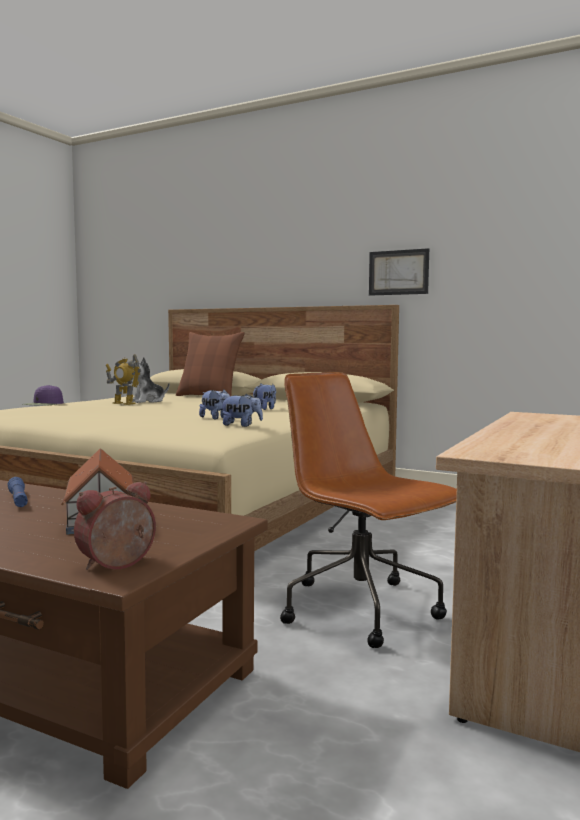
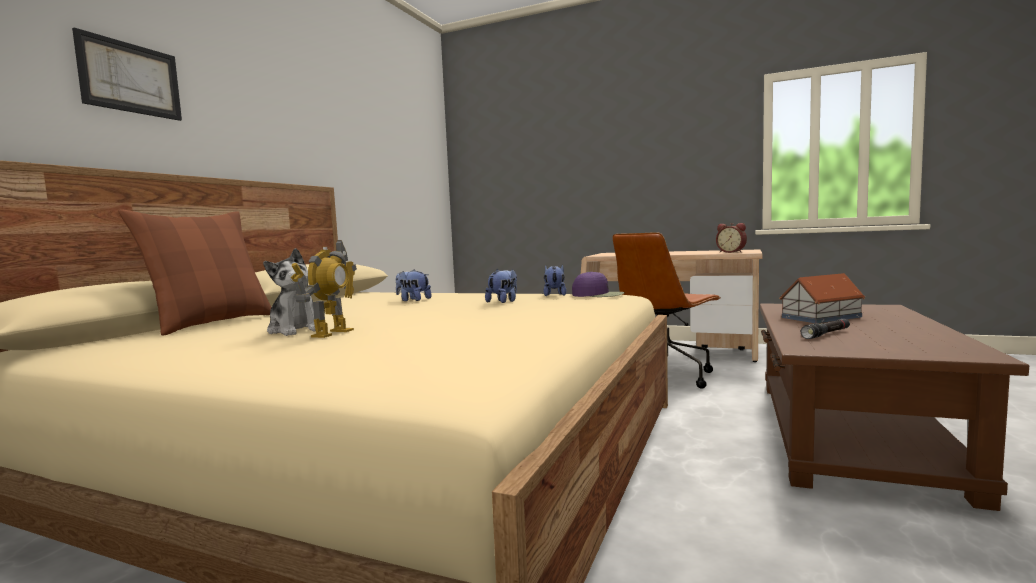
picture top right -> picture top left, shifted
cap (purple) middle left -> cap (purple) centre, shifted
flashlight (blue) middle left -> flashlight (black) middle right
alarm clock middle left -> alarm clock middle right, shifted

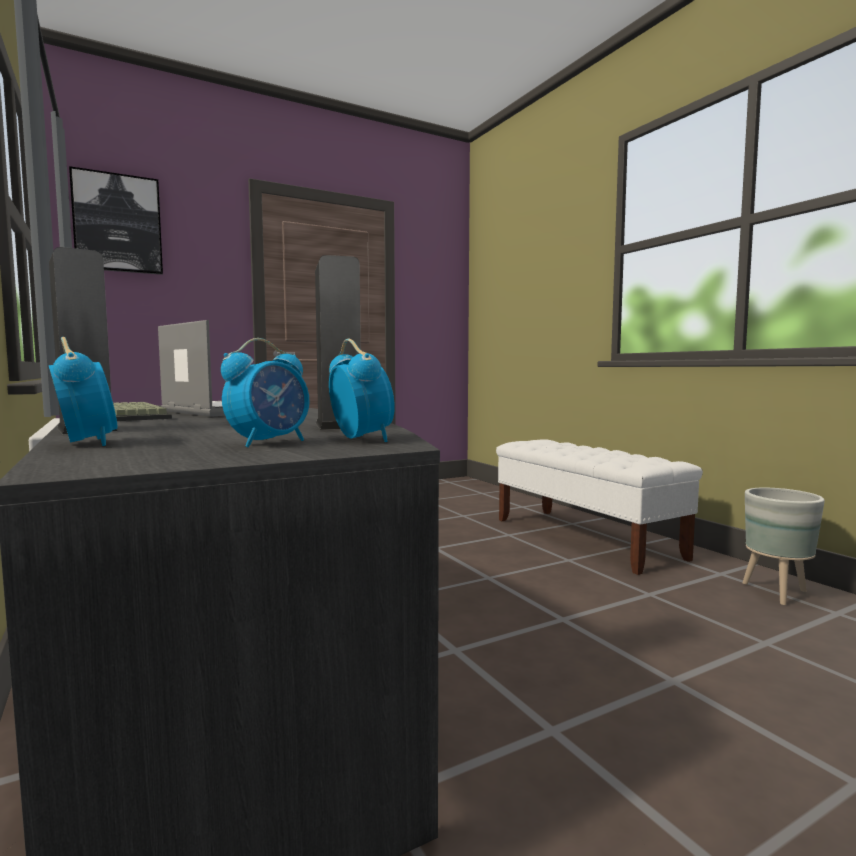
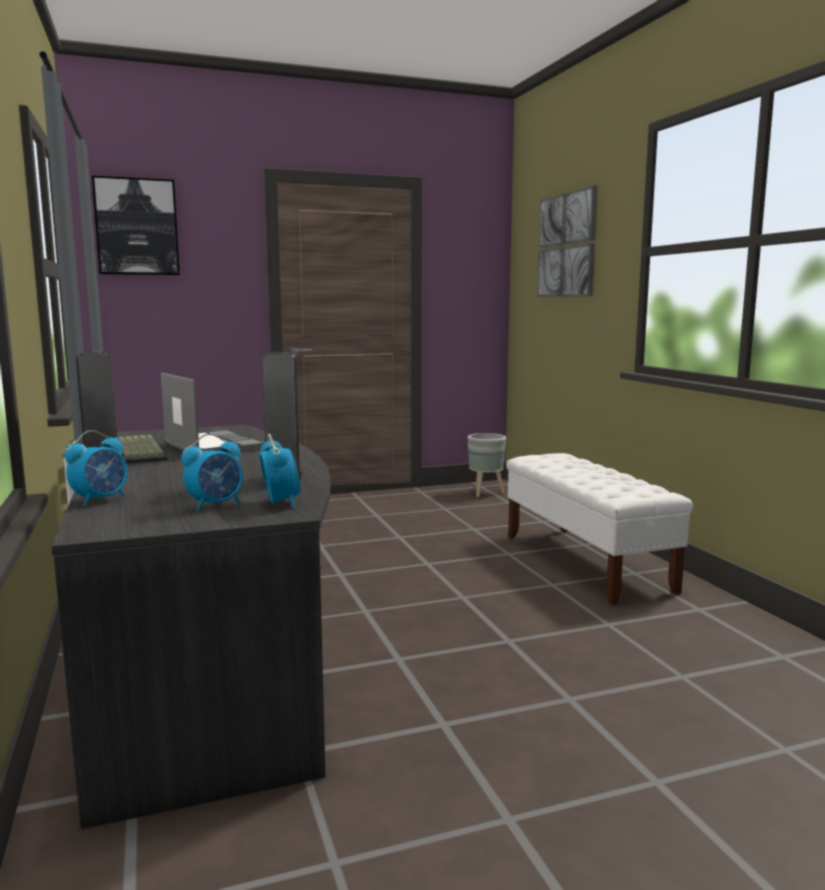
alarm clock (no. 1 from left) middle left, 60 degrees clockwise
planter (grey) middle right -> planter (grey) centre, shifted
none -> picture (no. 2 from left) top right

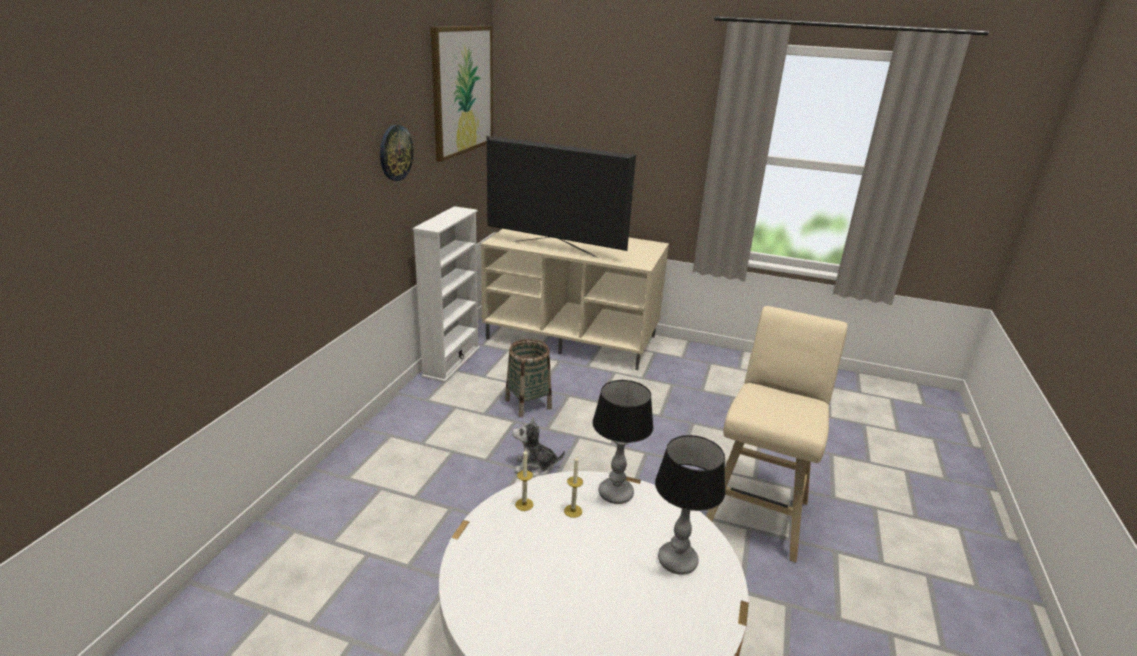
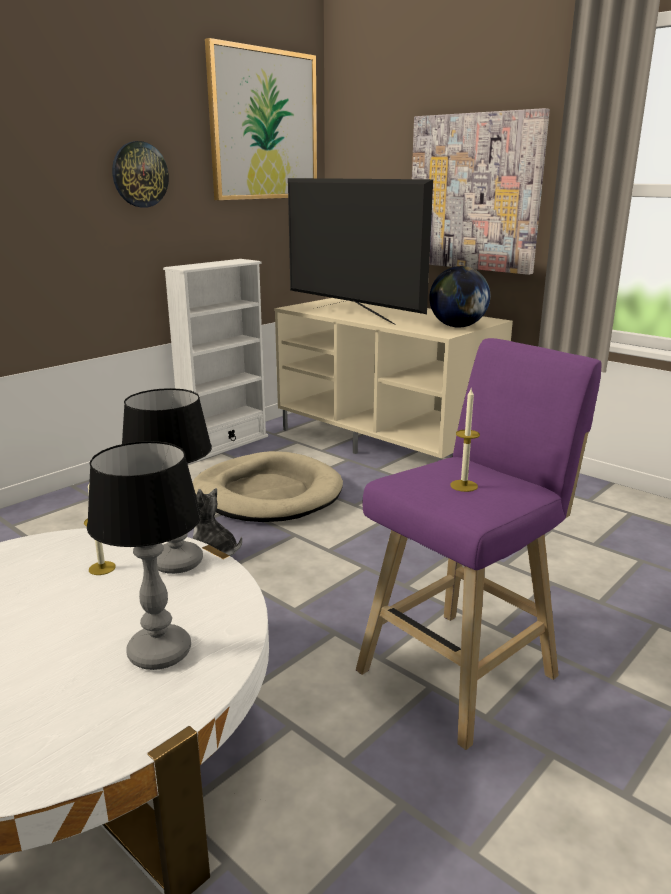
stool (beige) middle right -> stool (purple) middle right
basket centre -> dog bed (beige) centre
candle (no. 1 from left in the first image) bottom centre -> candle (no. 2 from left) middle right, shifted
none -> picture (no. 2 from left) top right
none -> globe top right

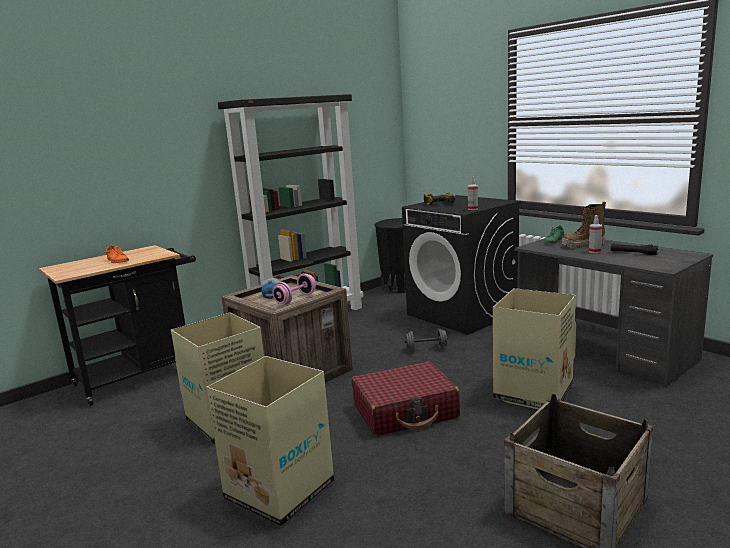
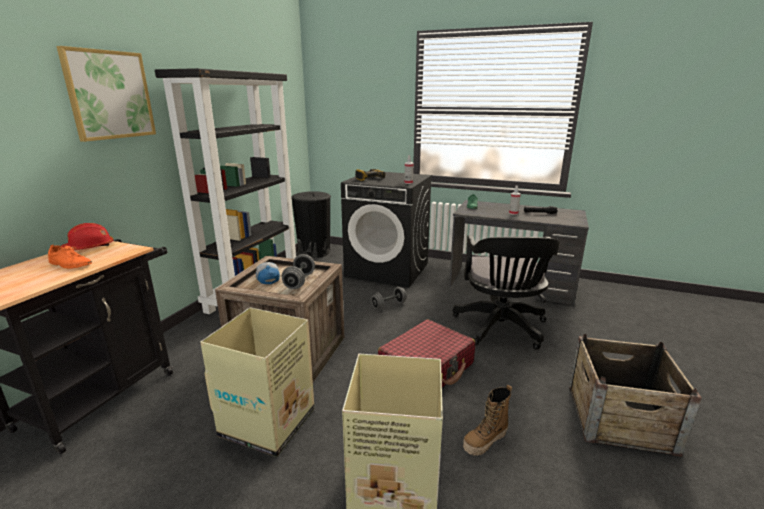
boot middle right -> boot bottom centre, shifted
dumbbell (pink) centre -> dumbbell (grey) (no. 1 from left) centre
cardboard box (no. 3 from left) middle right -> office chair (black) centre
none -> picture top left
none -> hard hat (red) middle left

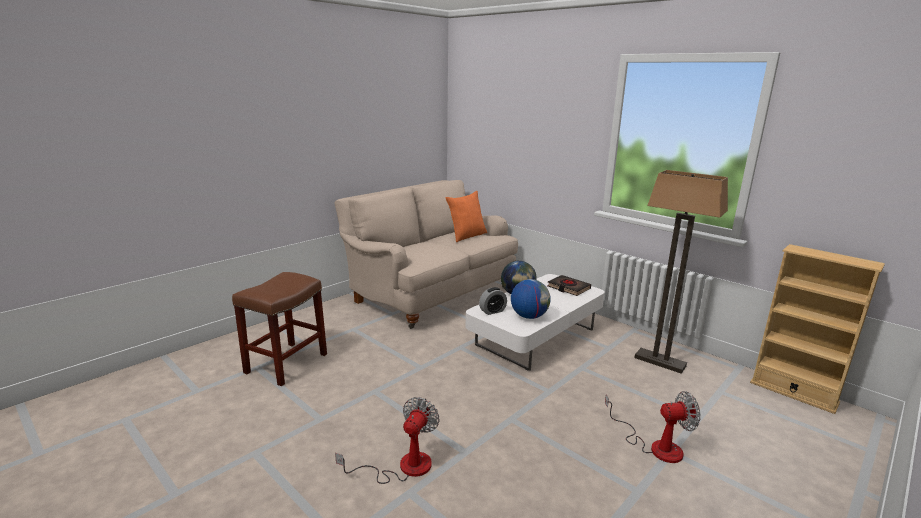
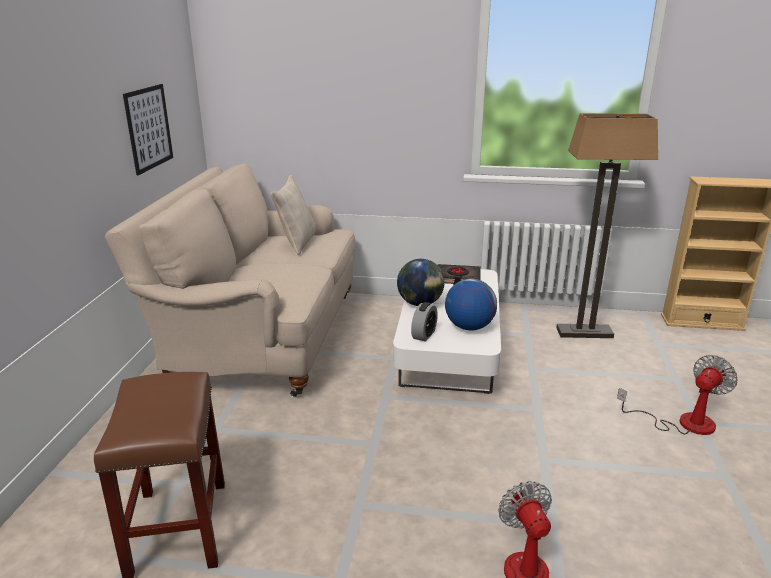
pillow (orange) centre -> pillow (beige) centre
none -> picture top left

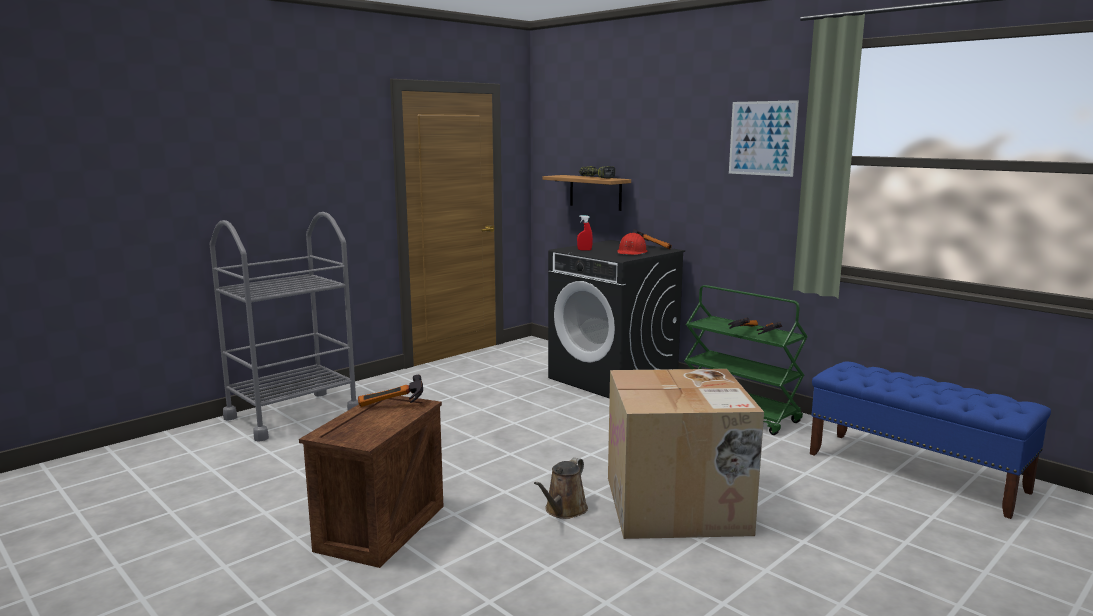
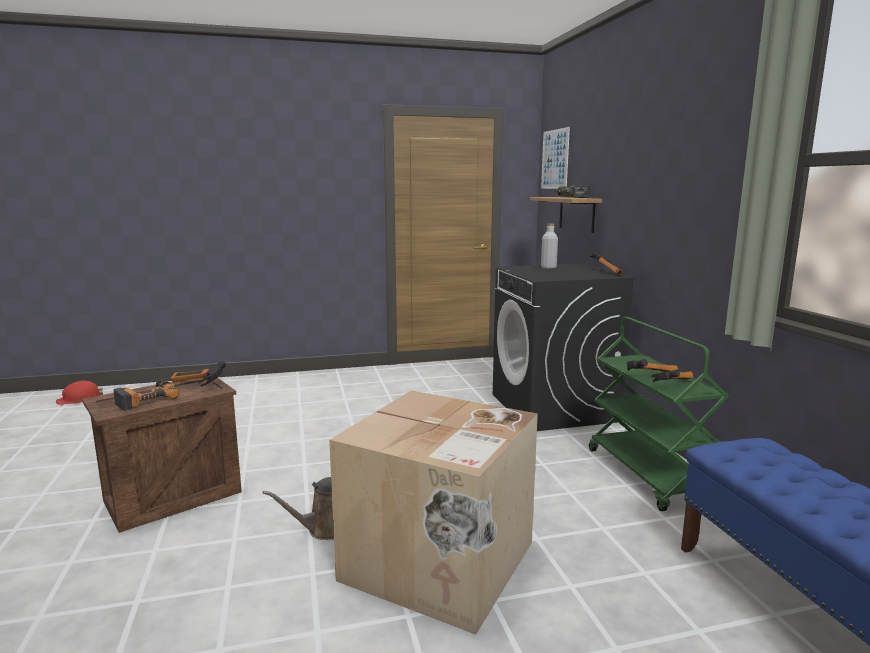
picture top right -> picture top centre, shifted
cart (grey) middle left -> none
spray bottle (red) centre -> none
hard hat (red) centre -> hard hat (red) middle left, shifted
none -> bottle (grey) centre
none -> power drill (no. 1 from left) middle left

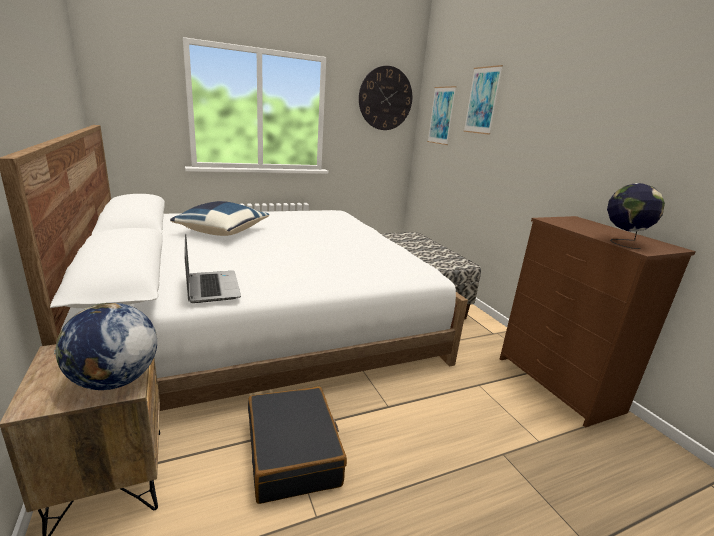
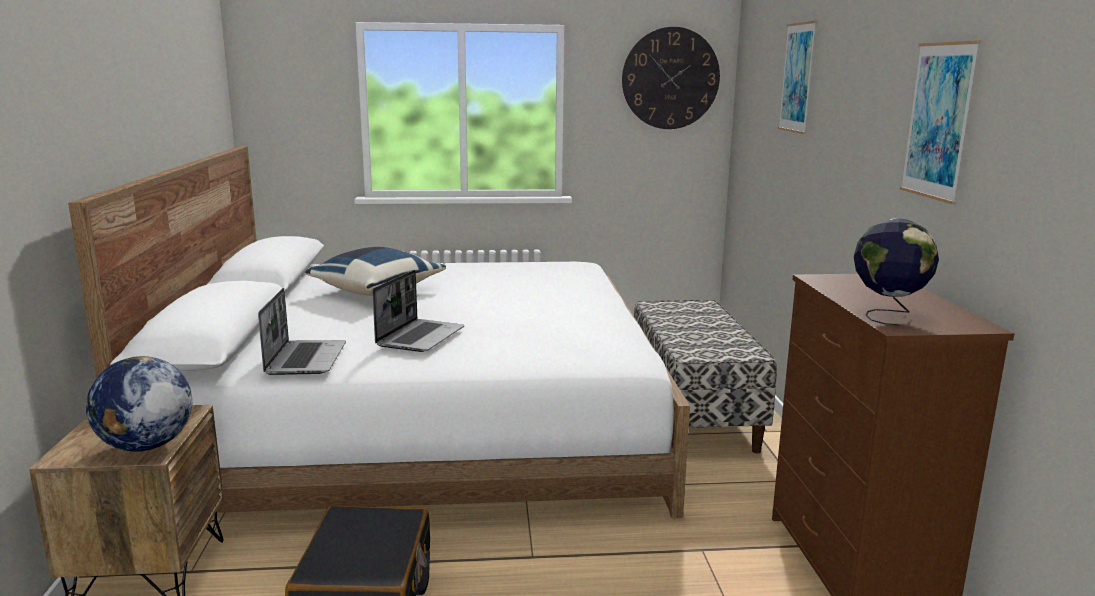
picture (no. 1 from left in the first image) top centre -> picture (no. 2 from left) top right, shifted
none -> laptop (no. 2 from left) centre

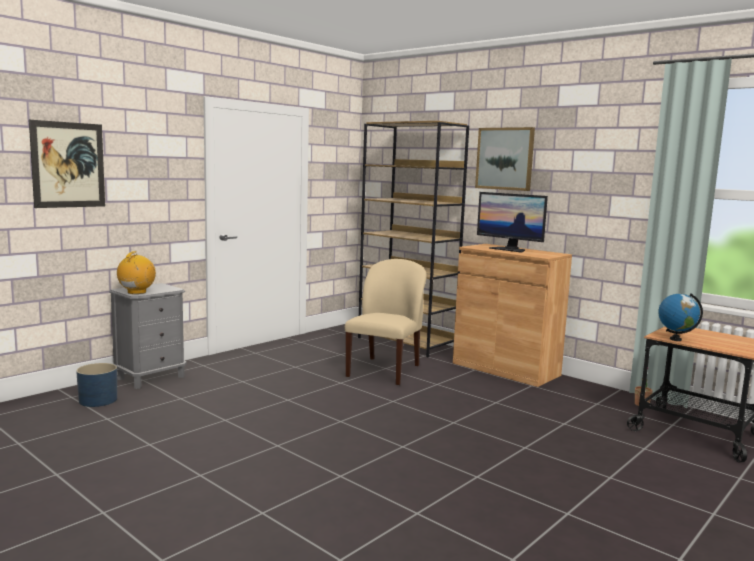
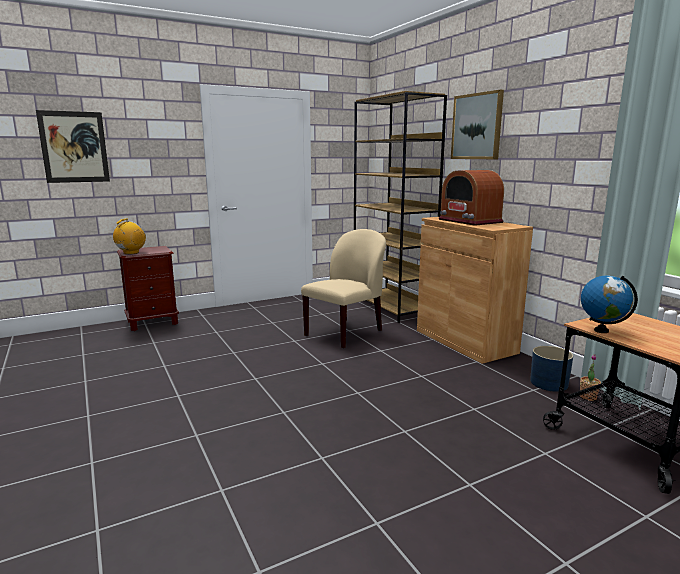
monitor middle right -> radio (no. 2 from left) middle right
nightstand (grey) middle left -> nightstand (brown) middle left
planter (blue) bottom left -> planter (blue) middle right, shifted

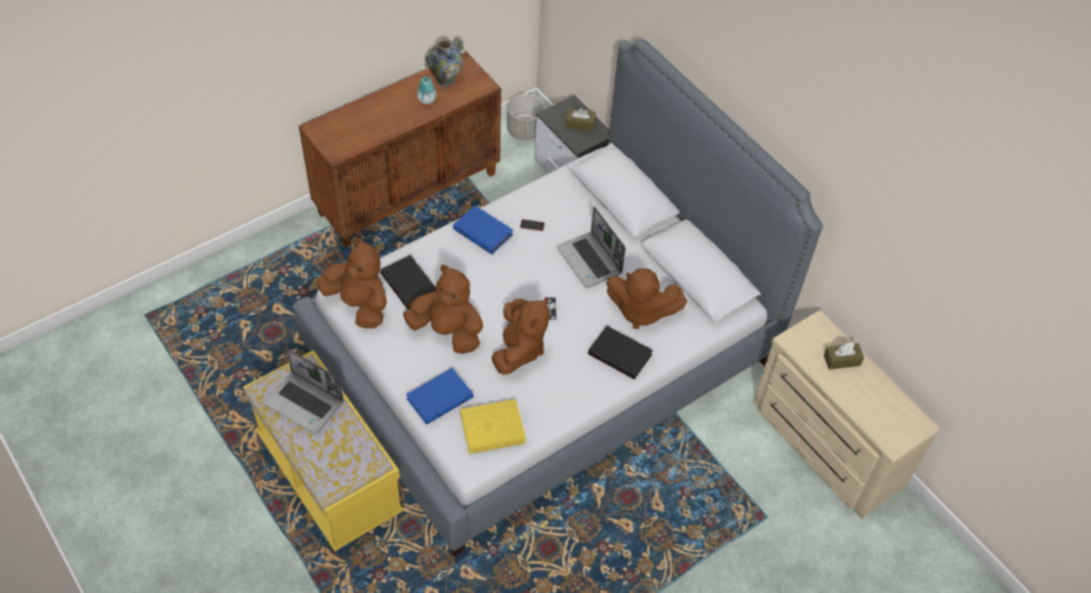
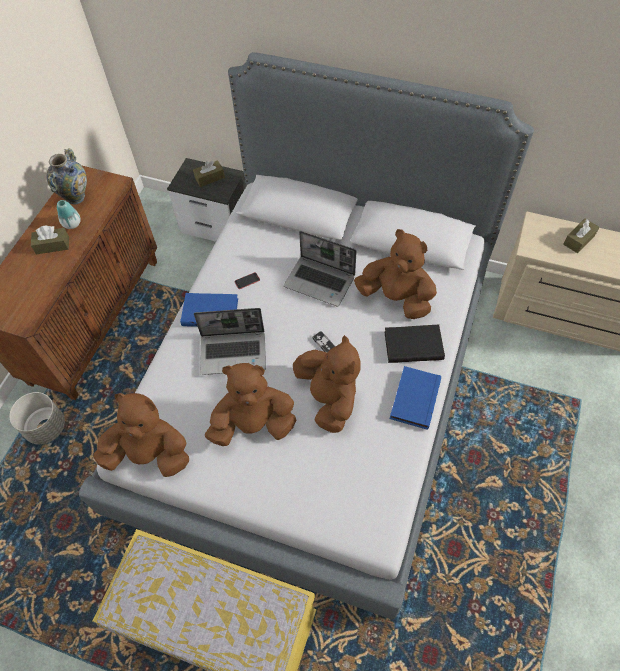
planter (grey) top centre -> planter (grey) middle left, shifted
book (black) (no. 1 from left) centre -> none
plush toy (brown) (no. 4 from left) centre, 135 degrees counterclockwise
laptop (no. 1 from left) middle left -> laptop (no. 1 from left) centre, shifted
book (blue) (no. 1 from left in the first image) bottom centre -> book (blue) (no. 2 from left) middle right, shifted
book (yellow) bottom centre -> none
none -> tissue box (brown) (no. 1 from left) middle left

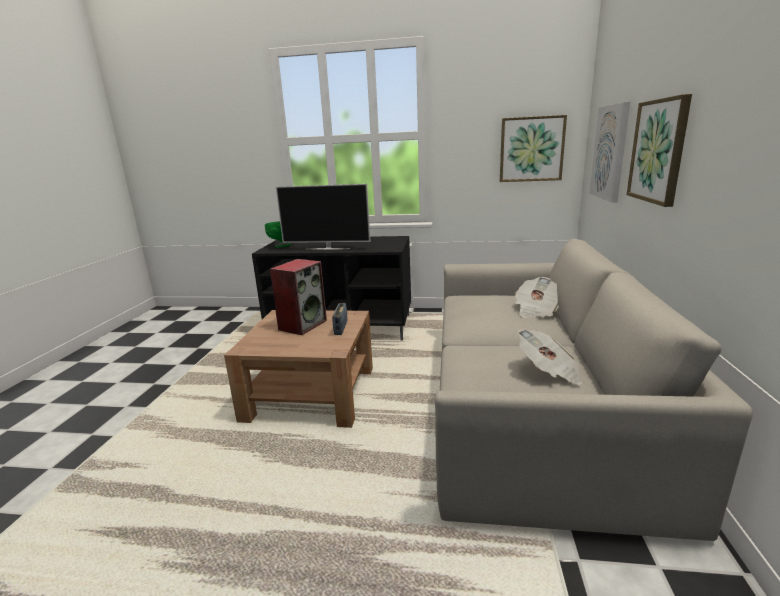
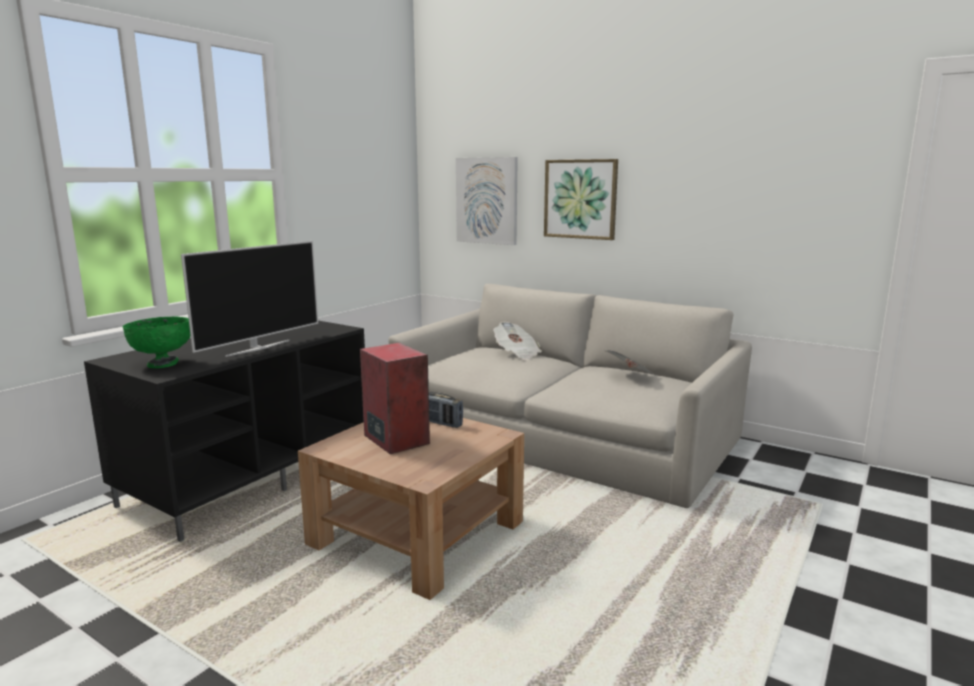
picture (no. 1 from left) top right -> none

